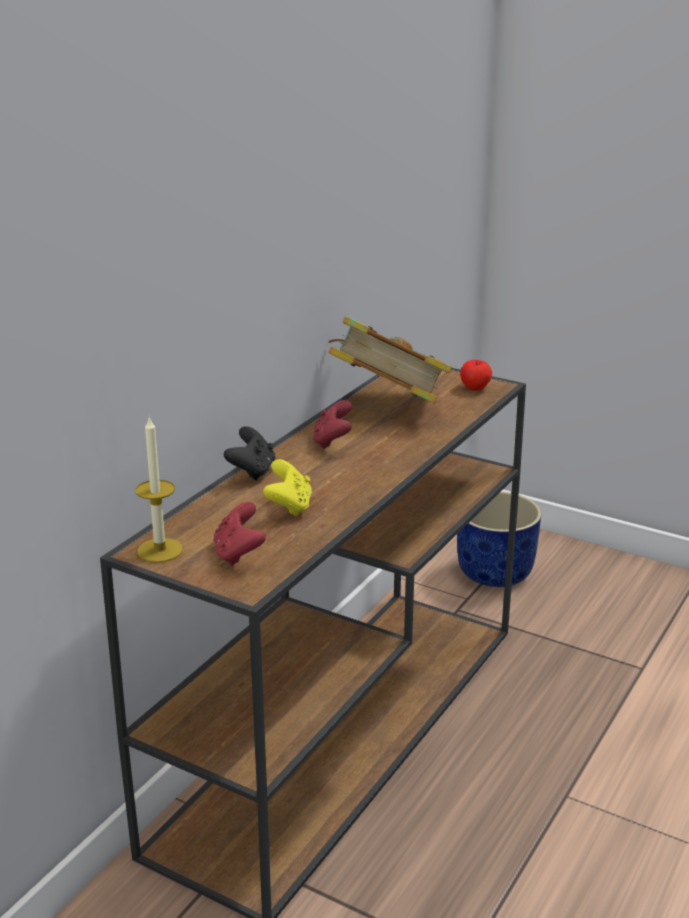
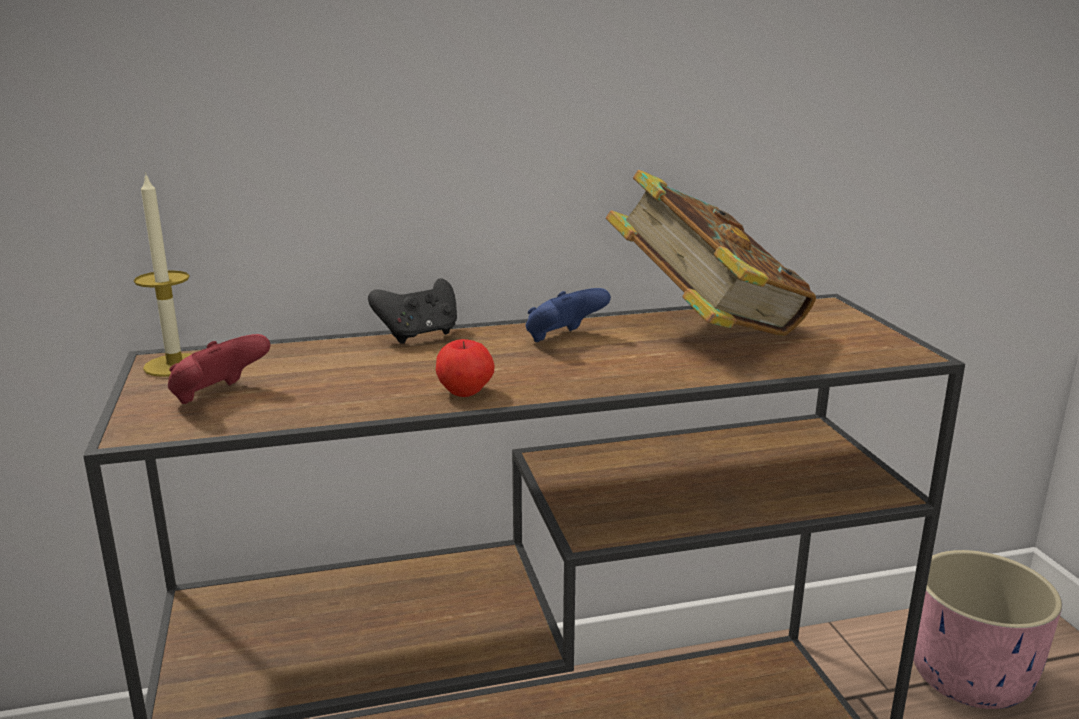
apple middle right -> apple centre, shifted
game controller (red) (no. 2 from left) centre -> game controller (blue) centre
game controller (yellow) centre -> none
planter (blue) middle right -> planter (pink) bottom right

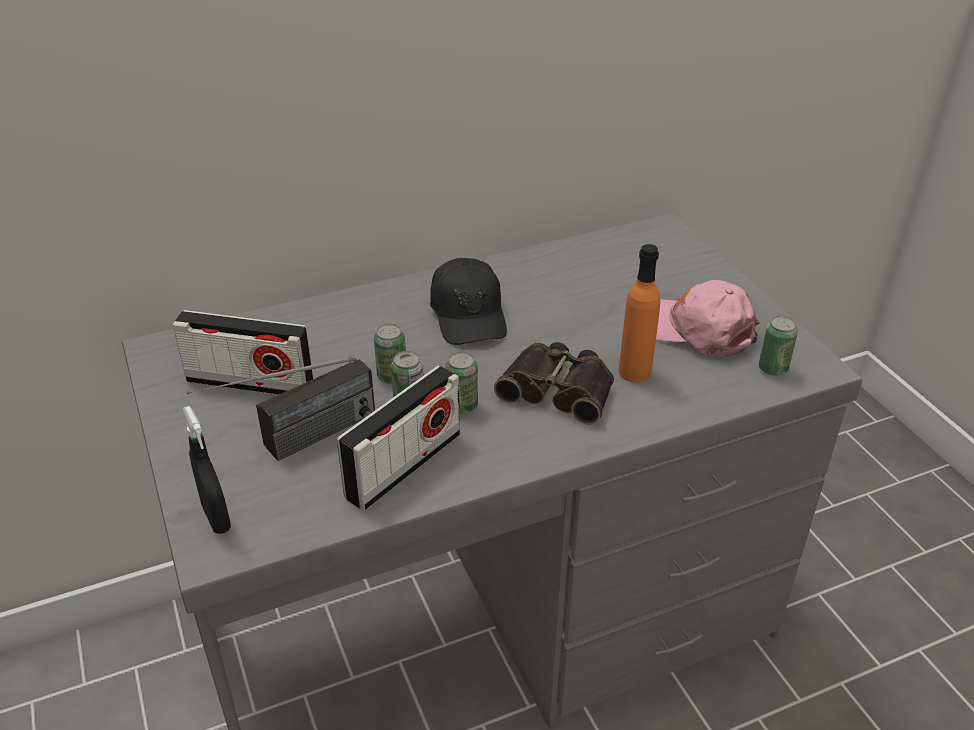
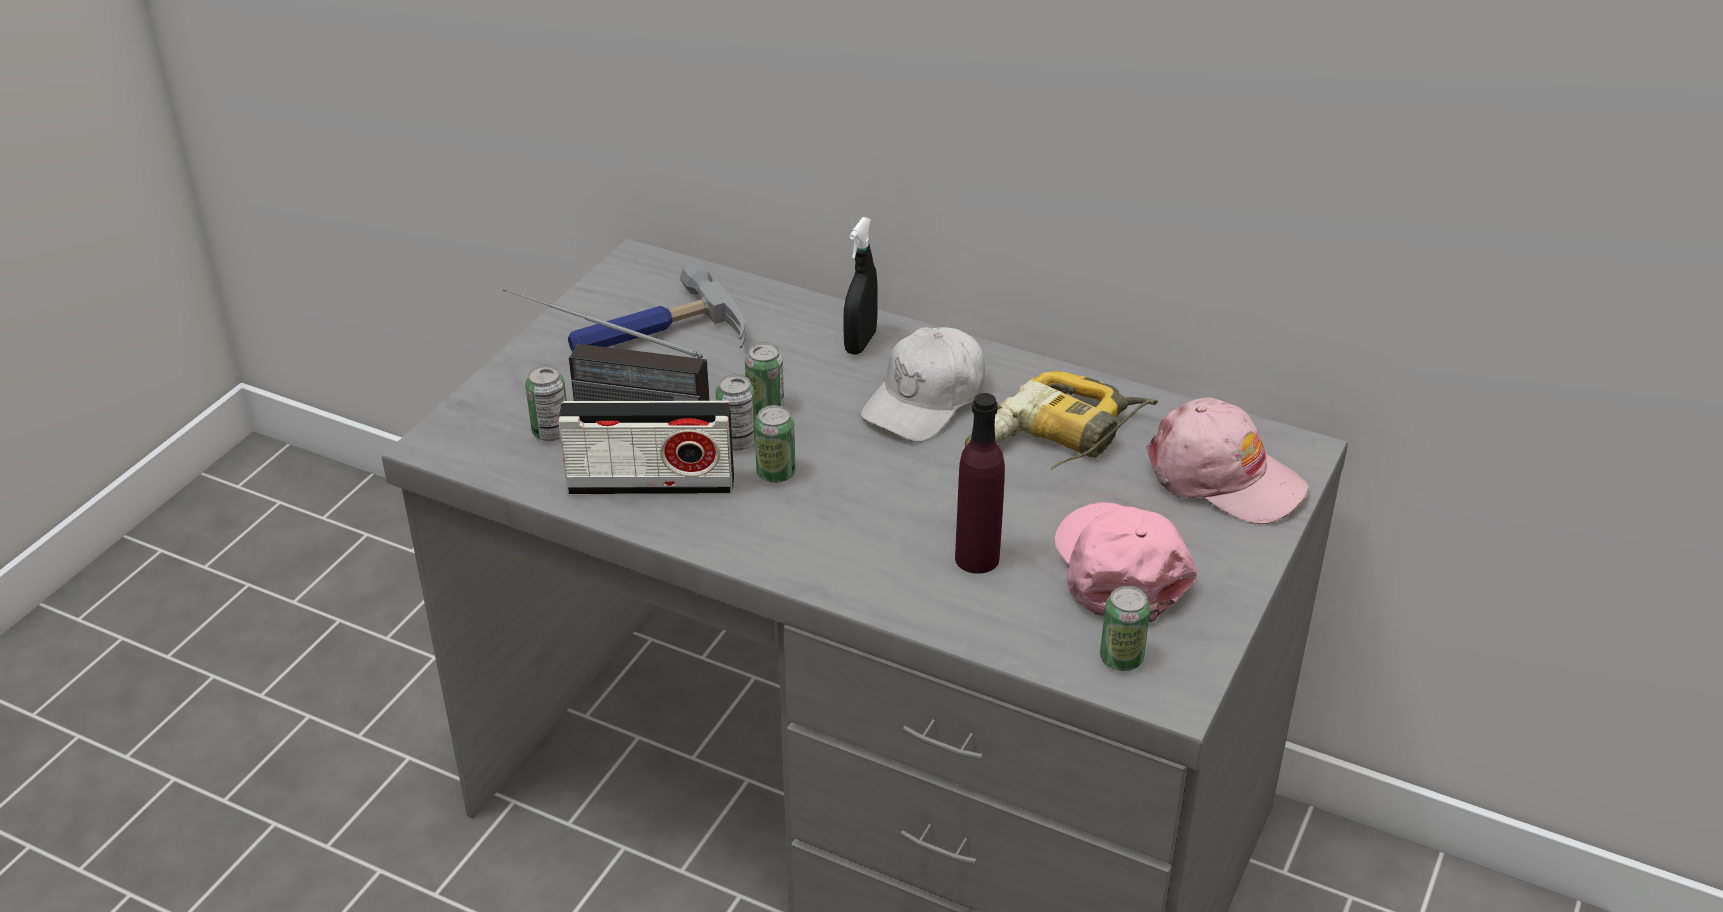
bottle (orange) centre -> bottle (purple) centre
cap (black) centre -> cap (white) centre
radio (no. 1 from left) middle left -> hammer centre
binoculars centre -> none
spray bottle (black) middle left -> spray bottle (black) top centre, shifted
none -> can (no. 1 from left) middle left
none -> power drill centre
none -> cap (pink) (no. 2 from left) middle right

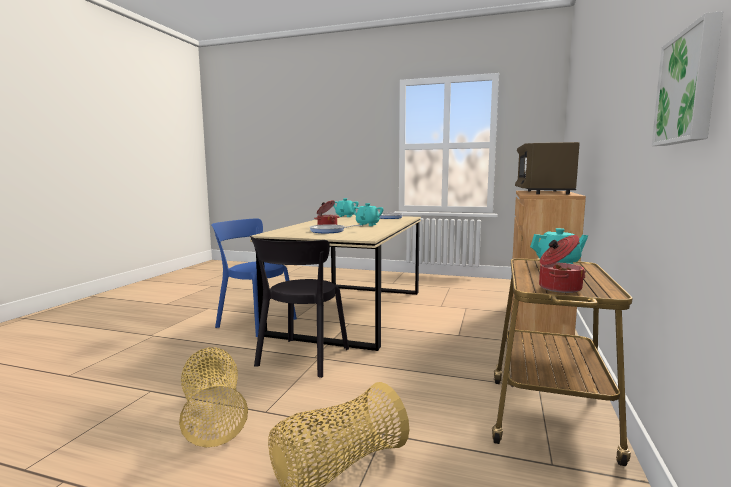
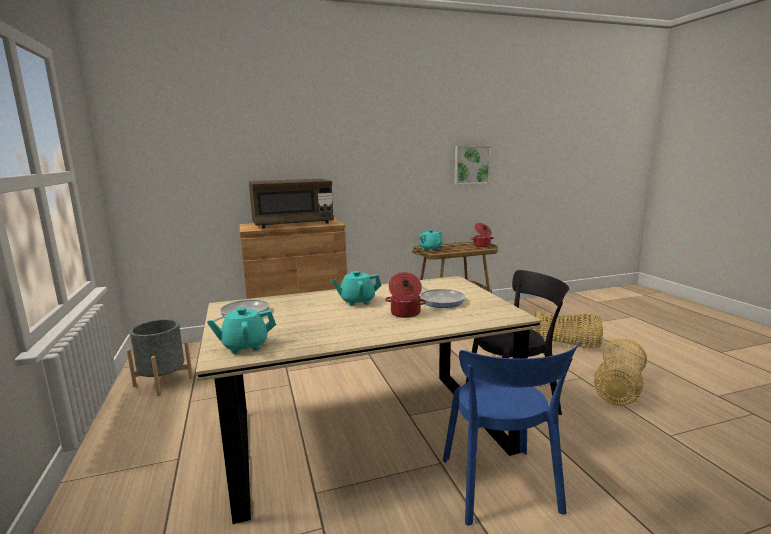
none -> planter (grey) bottom left

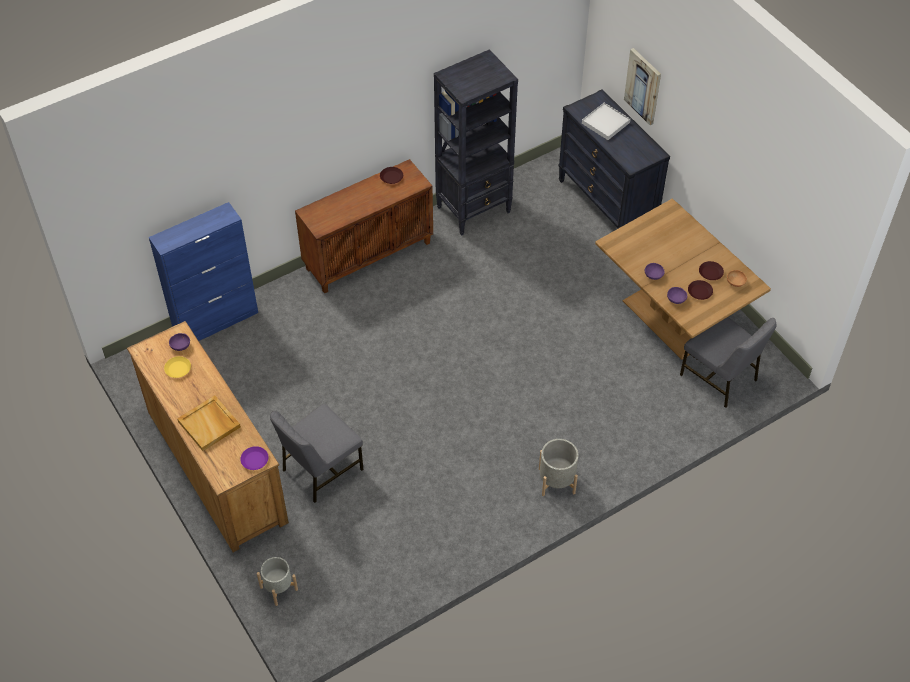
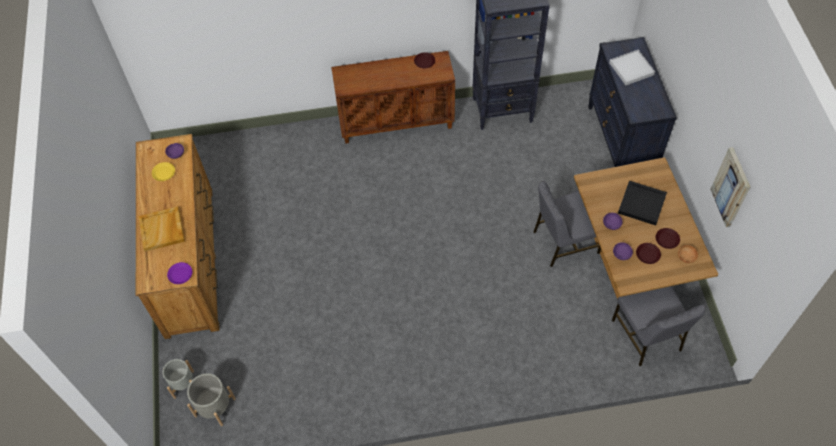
picture top right -> picture middle right, shifted
cabinet (blue) middle left -> none
chair (grey) (no. 1 from left) centre -> chair (grey) (no. 1 from left) middle right, shifted
planter (grey) (no. 2 from left) bottom centre -> planter (grey) (no. 2 from left) bottom left, shifted
none -> tray (black) middle right

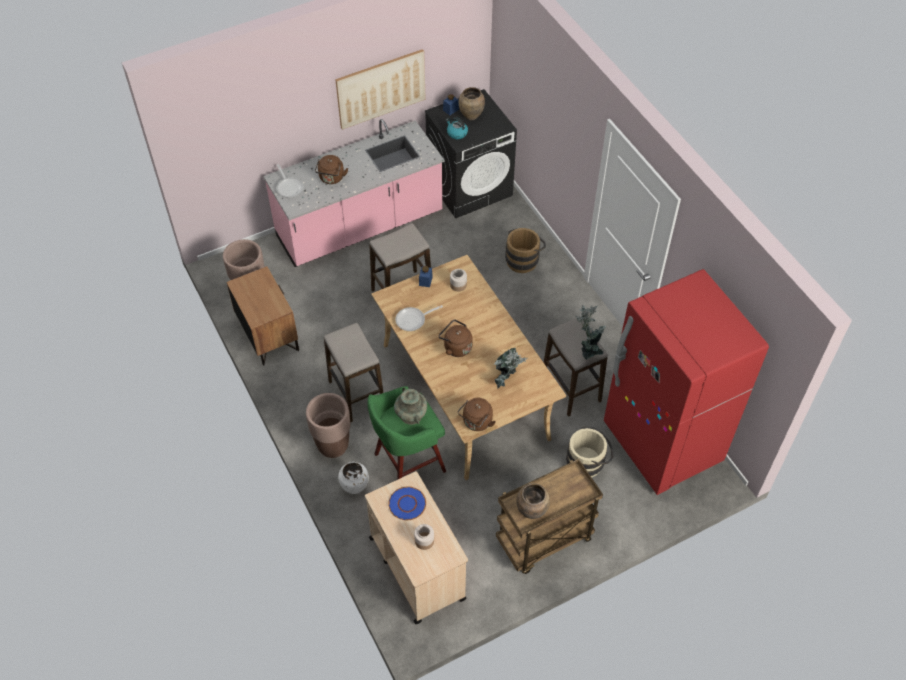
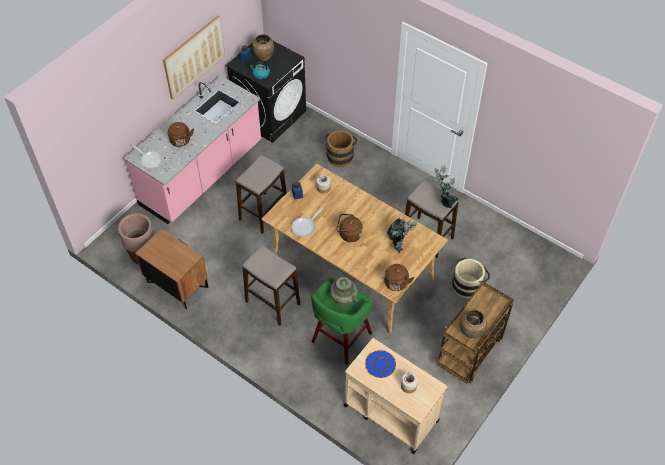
fridge (red) middle right -> none
planter (brown) (no. 2 from left) centre -> none
vase (white) bottom centre -> none

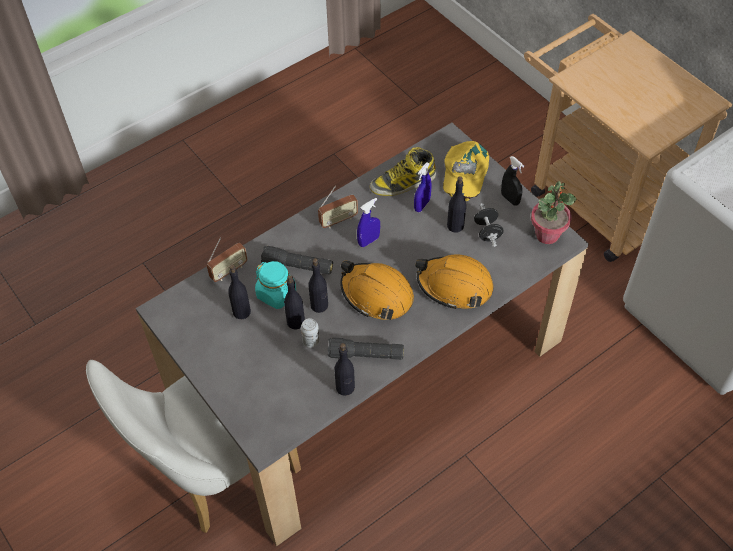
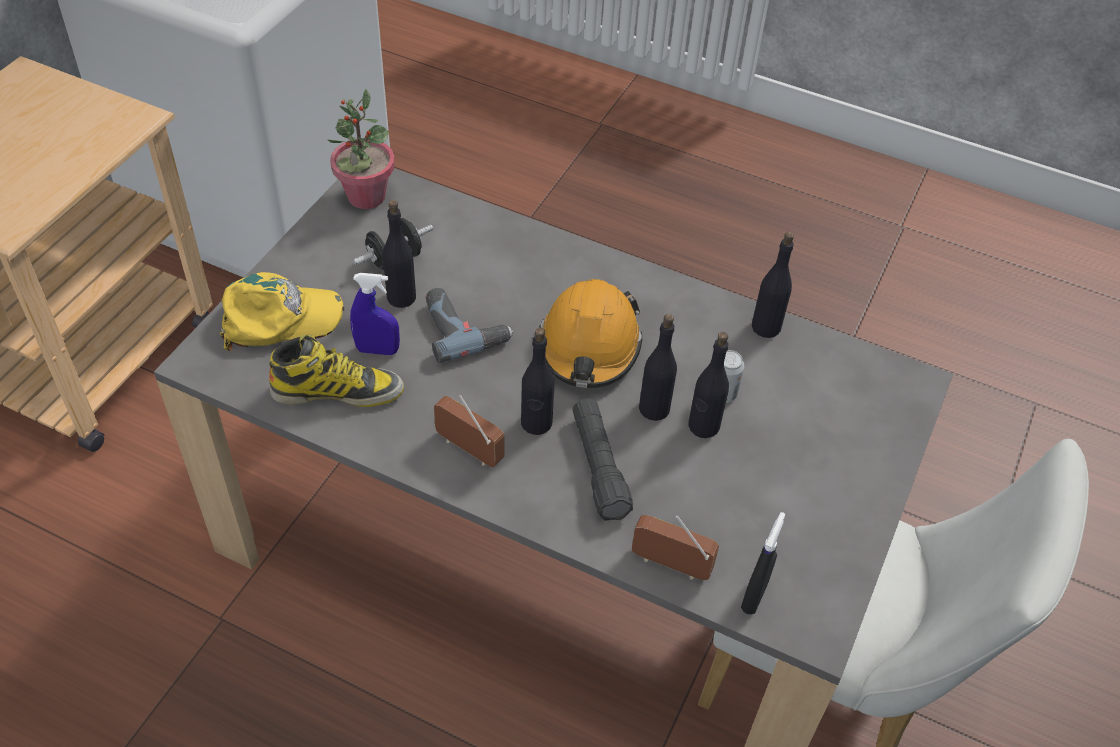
boot top centre -> boot middle left, 45 degrees counterclockwise
spray bottle (black) top right -> spray bottle (black) bottom right, shifted
spray bottle (blue) (no. 1 from left) centre -> none
hard hat (orange) (no. 2 from left) centre -> none
jar (turquoise) centre -> none
bottle (black) (no. 1 from left in the first image) middle left -> bottle (black) (no. 2 from left) centre, shifted
flashlight (black) (no. 2 from left) centre -> none
none -> power drill centre

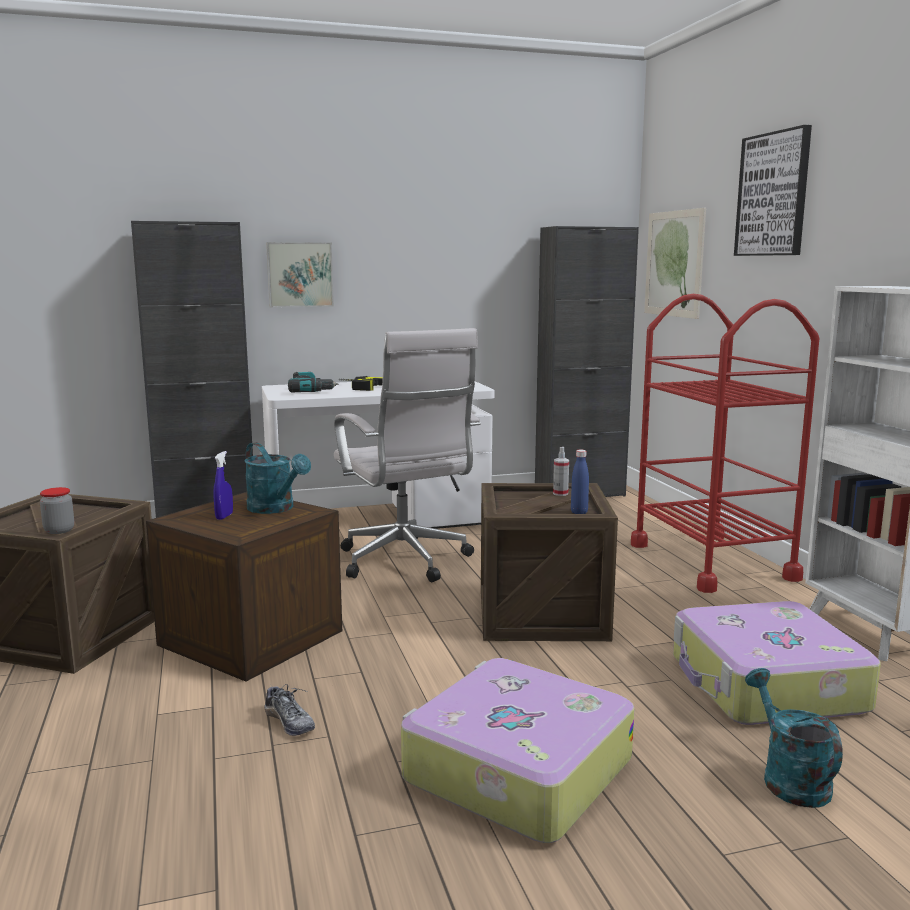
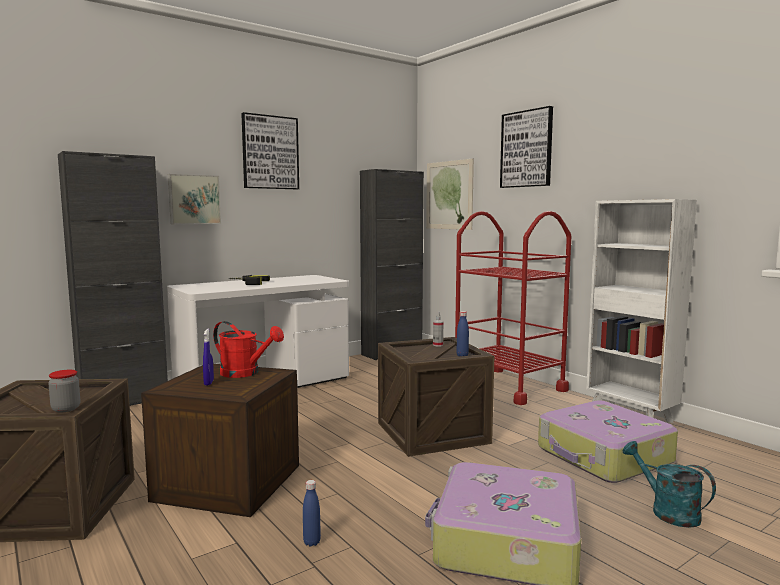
office chair (white) centre -> none
power drill (no. 1 from left) centre -> none
watering can (turquoise) (no. 1 from left) middle left -> watering can (red) middle left
shoe bottom left -> bottle (blue) (no. 1 from left) bottom centre
none -> picture (no. 2 from left) top centre

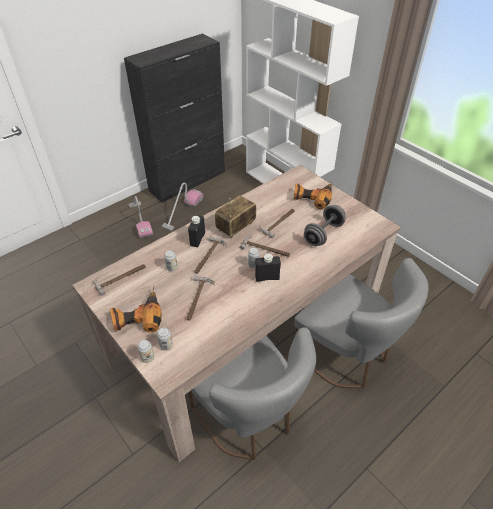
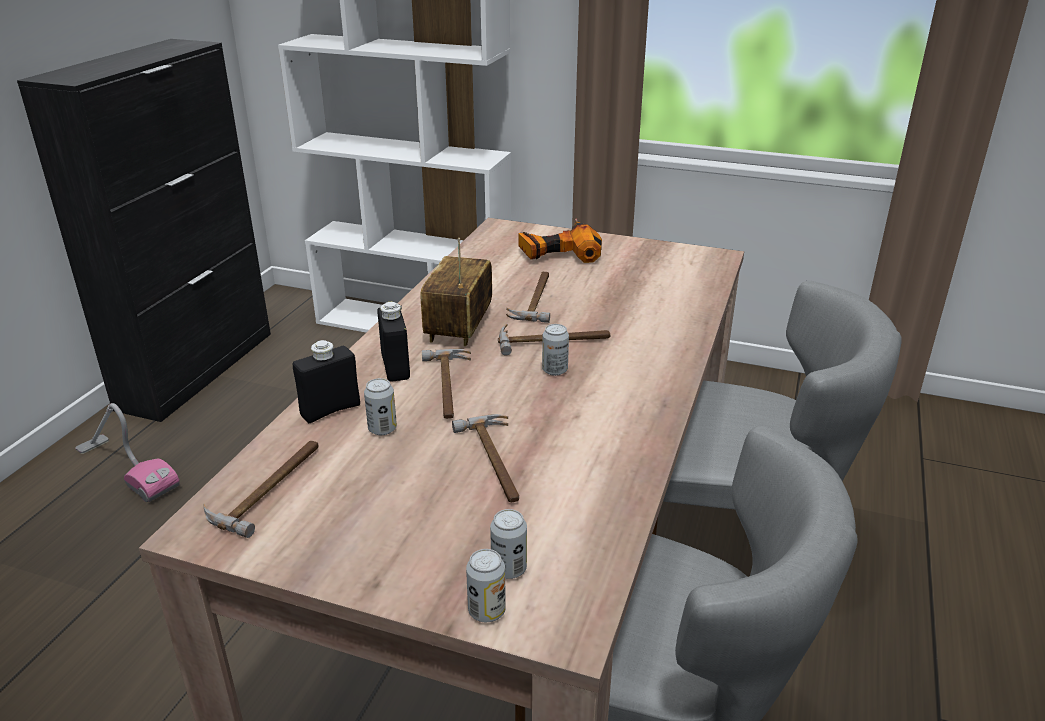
vacuum cleaner (no. 2 from left) centre -> none
dumbbell (grey) centre -> none
bottle (black) (no. 2 from left in the first image) centre -> bottle (black) (no. 1 from left) middle left, shifted
power drill (no. 1 from left) middle left -> none

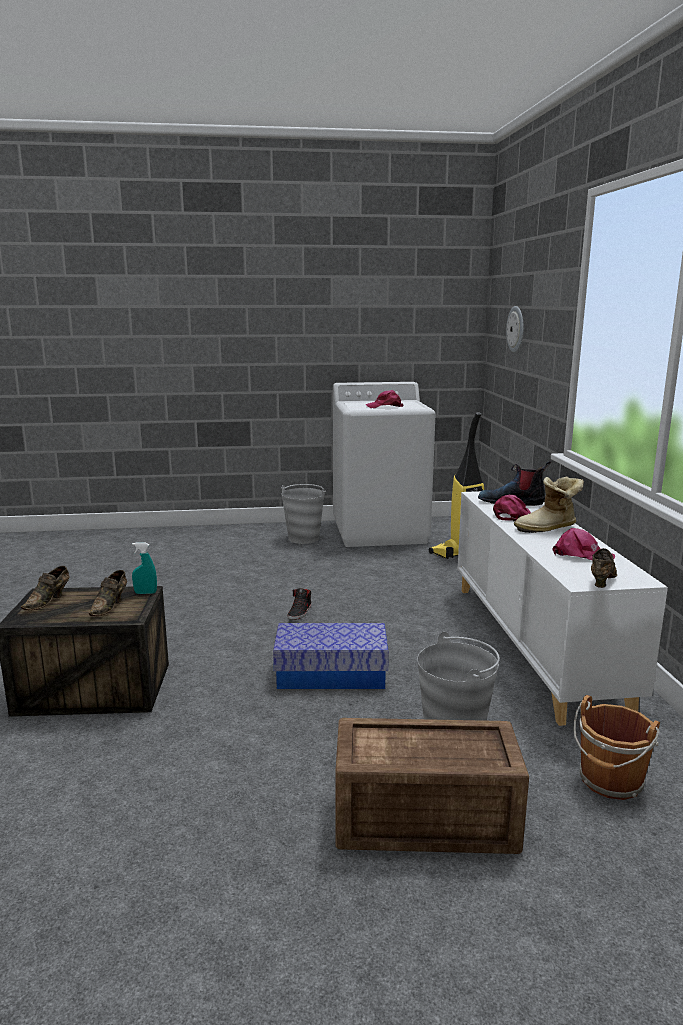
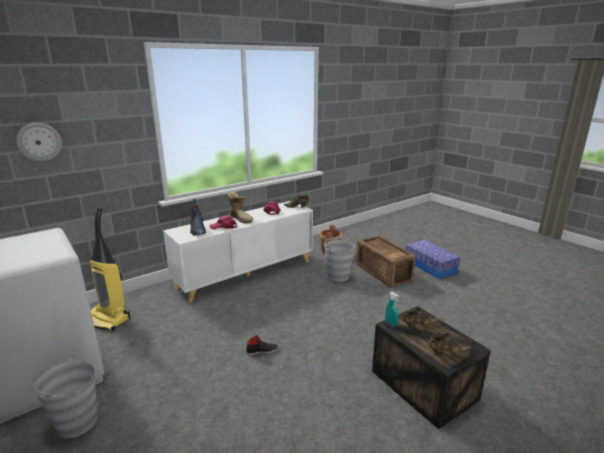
cap (pink) (no. 1 from left) centre -> none
storage box centre -> storage box middle right, shifted

